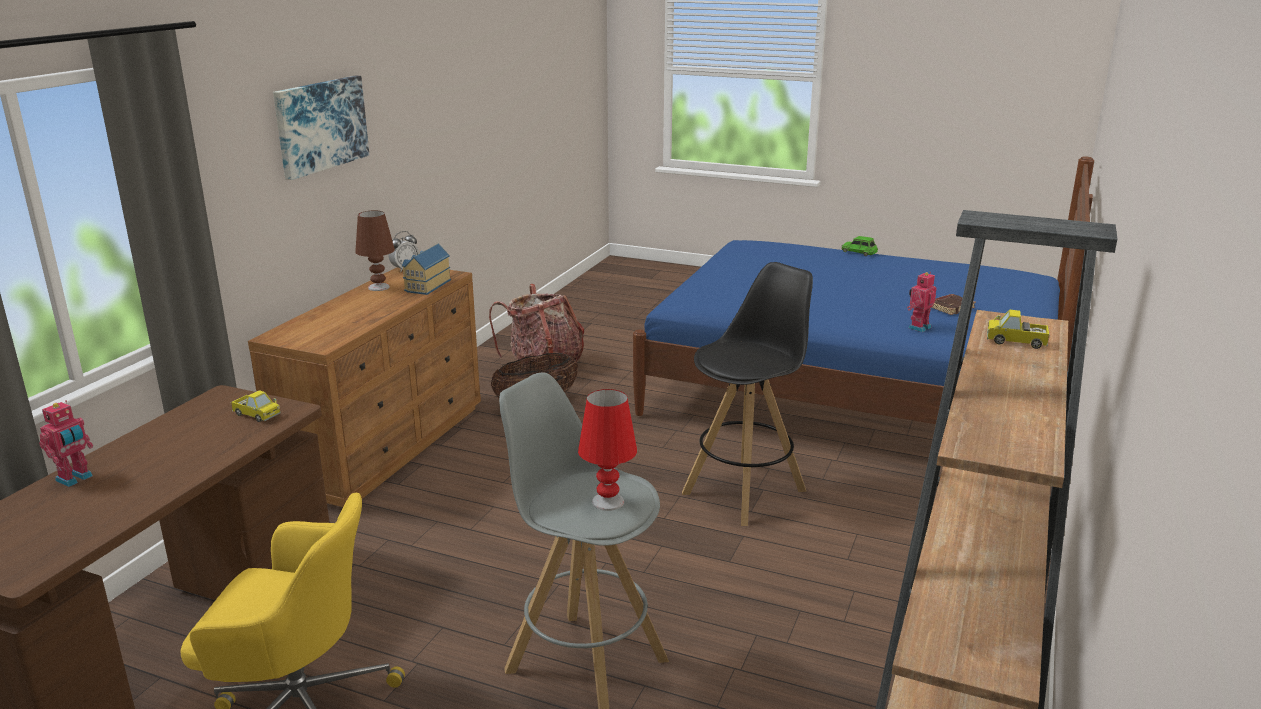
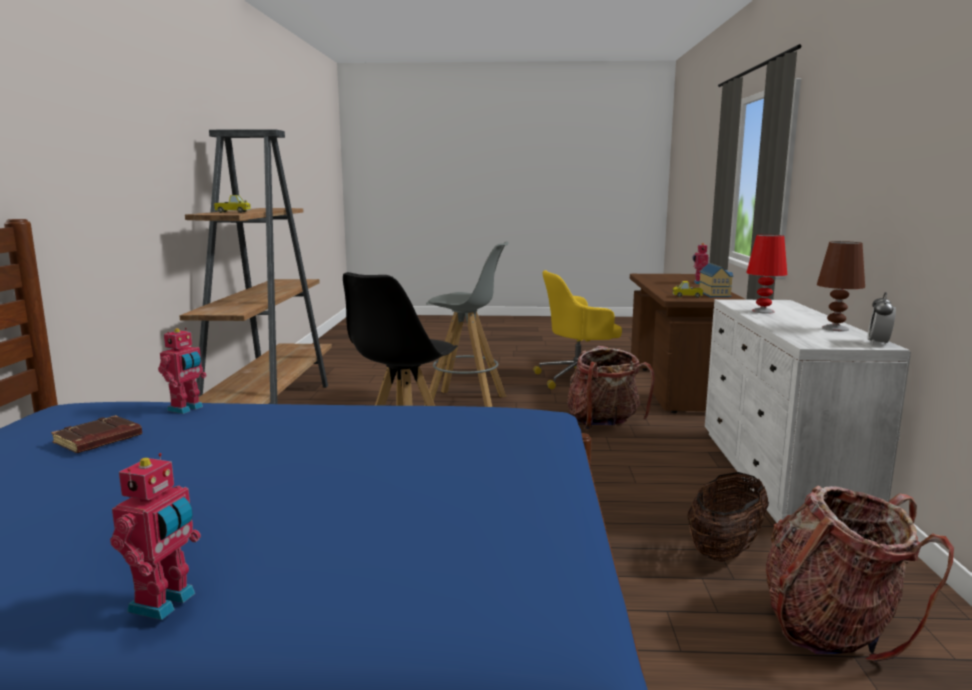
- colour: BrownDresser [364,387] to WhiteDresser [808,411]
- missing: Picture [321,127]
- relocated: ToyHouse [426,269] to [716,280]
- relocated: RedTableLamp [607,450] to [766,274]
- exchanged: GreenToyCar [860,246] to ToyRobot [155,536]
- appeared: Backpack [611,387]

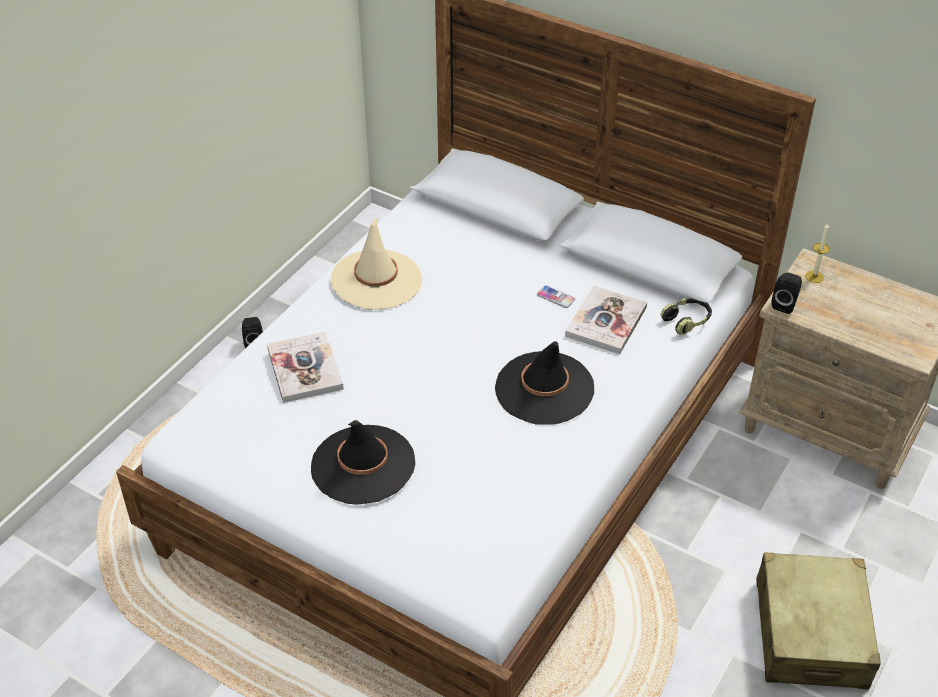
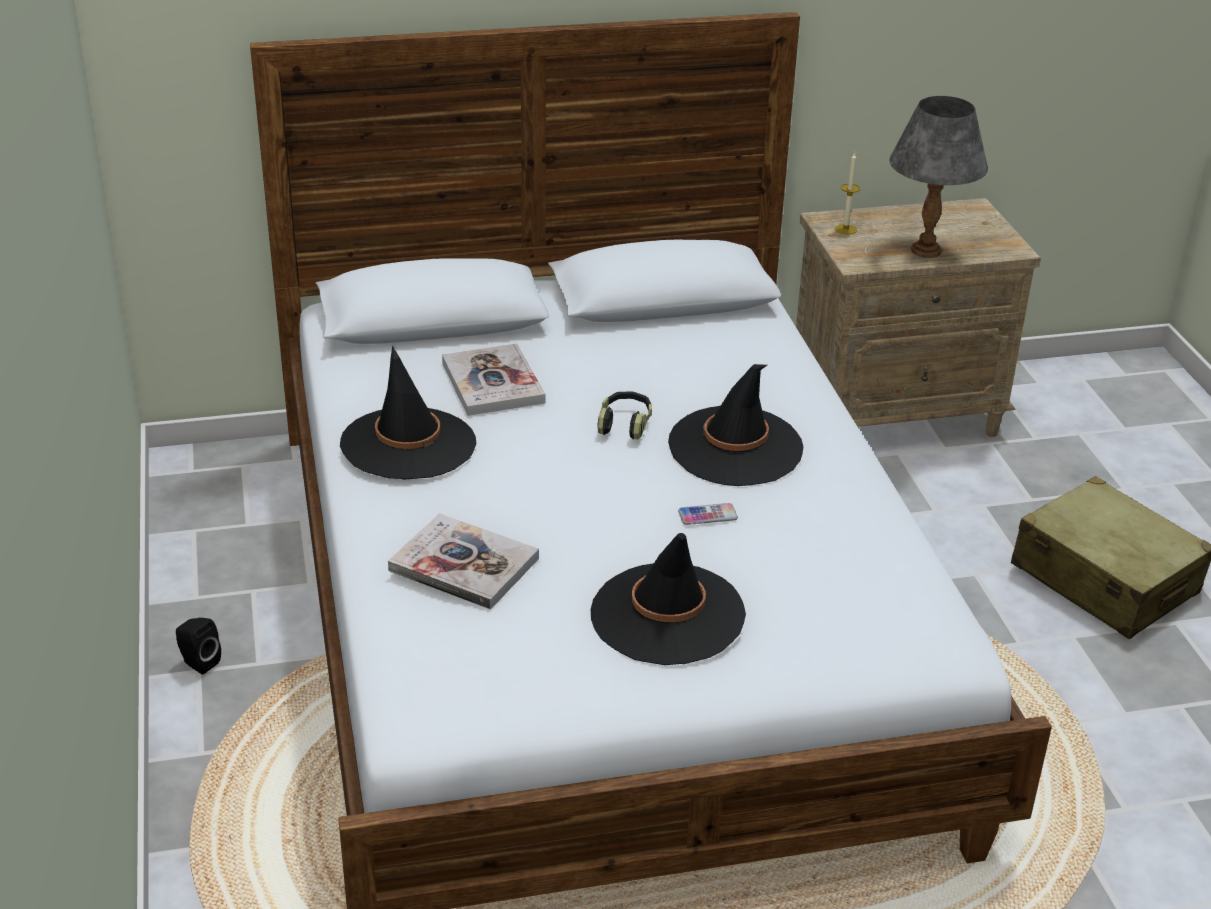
- colour: BeigeHat [376,263] to BlackHat [408,412]
- relocated: Phone [556,296] to [708,514]
- relocated: Book [606,320] to [493,379]
- relocated: Headphones [686,316] to [624,415]
- missing: BlackSpeaker [787,293]
- appeared: GreyTableLamp [938,177]

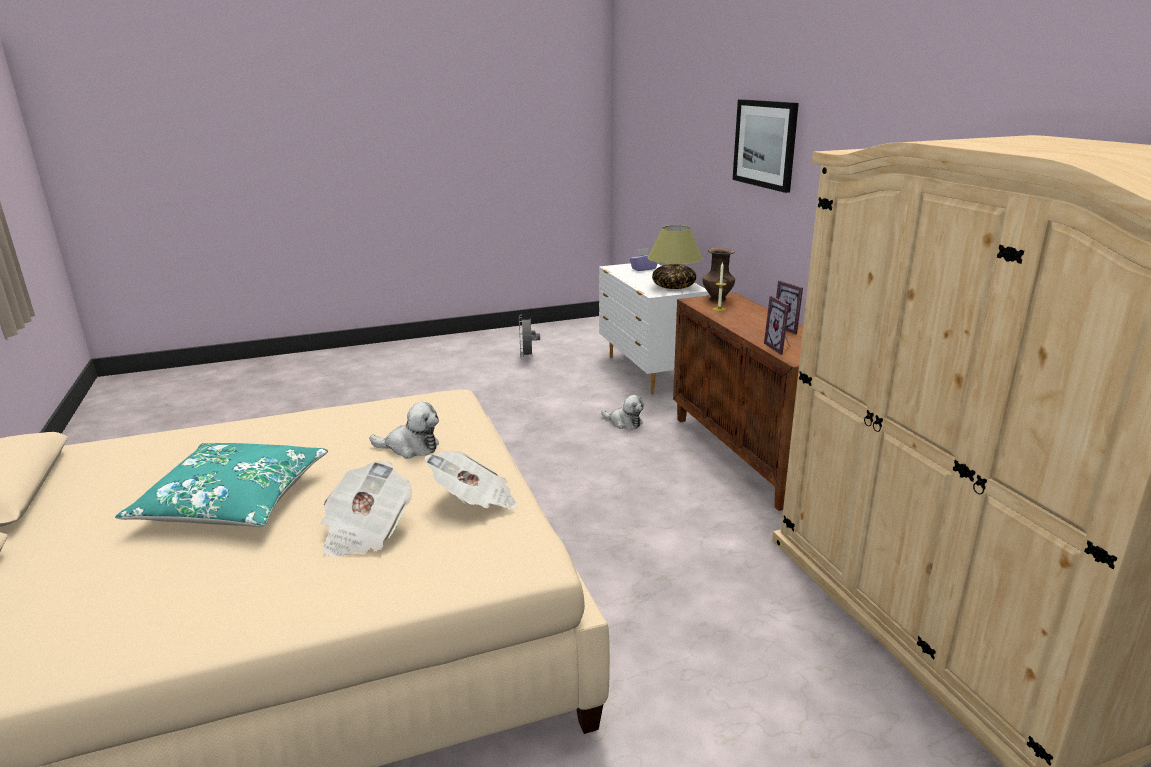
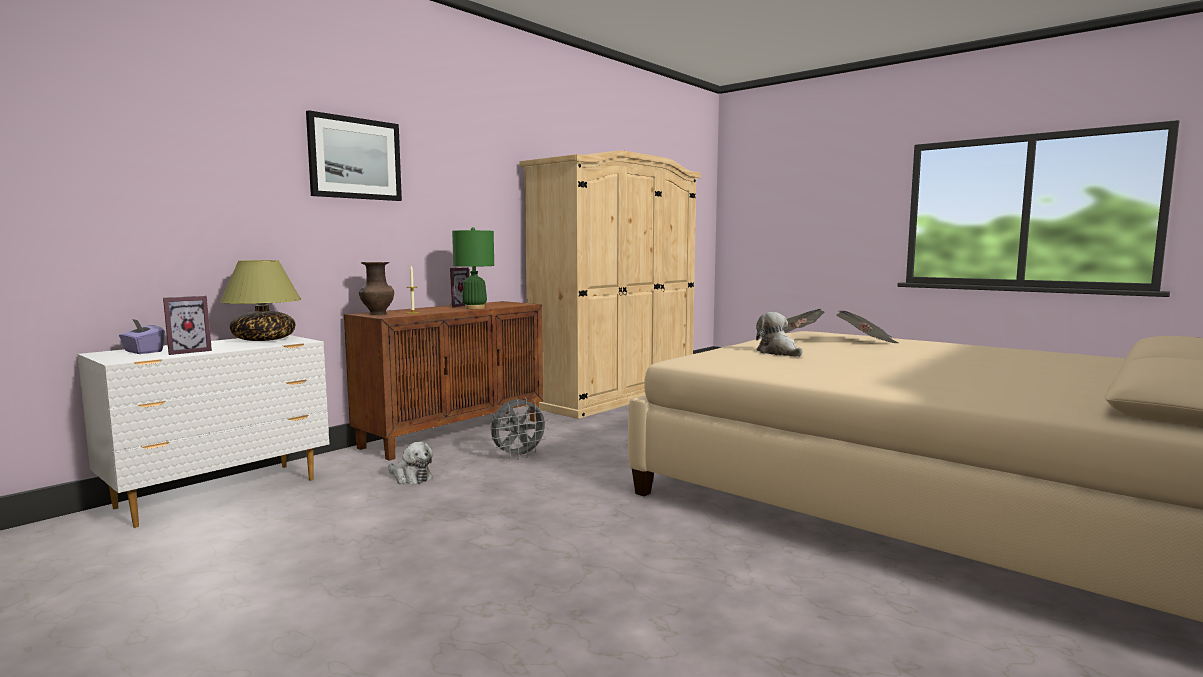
- missing: TurquoisePillow [221,485]
- relocated: GreyFan [529,337] to [520,428]
- spun: PlushToy [622,412] = [410,463] 120 degrees clockwise
- relocated: PictureFrame [777,325] to [187,325]
- appeared: GreenTableLamp [473,268]

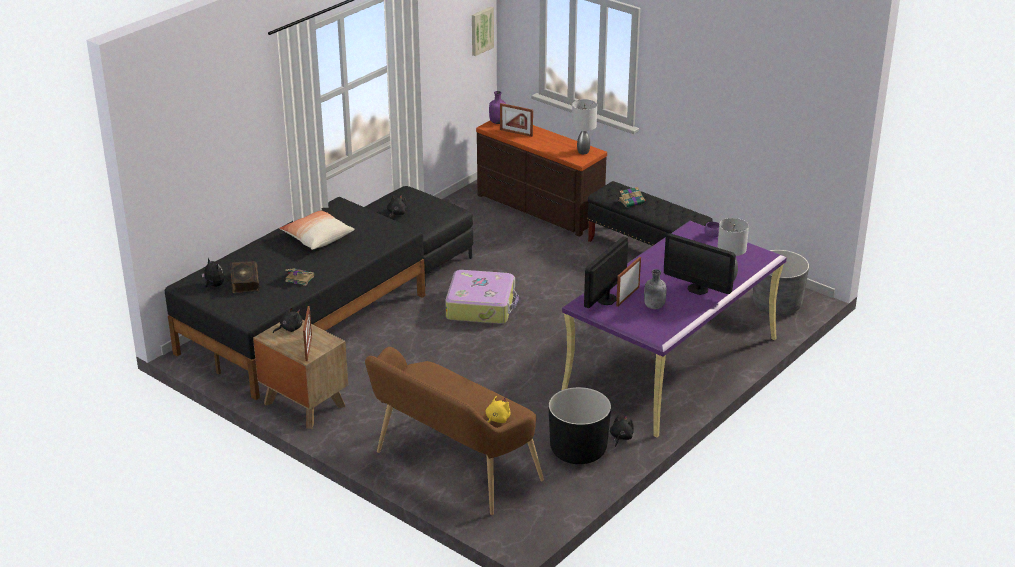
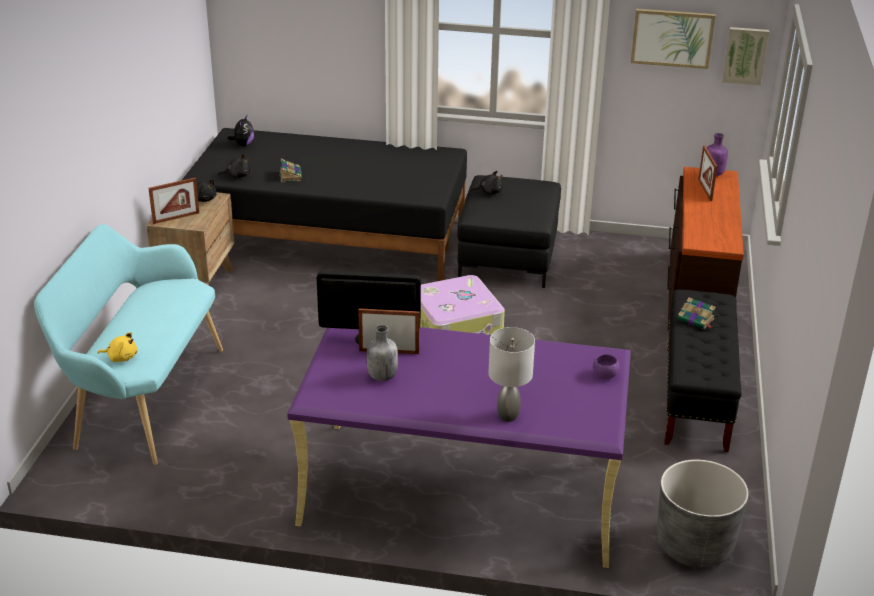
- missing: Book [245,277]
- missing: Pillow [316,230]
- colour: BrownBench [454,431] to TurquoiseBench [128,344]
- missing: BlackPlanter [580,425]
- missing: GreyTableLamp [584,126]
- relocated: BlackPlushToy [622,431] to [234,166]
- missing: Monitor [700,264]
- appeared: Picture [673,39]

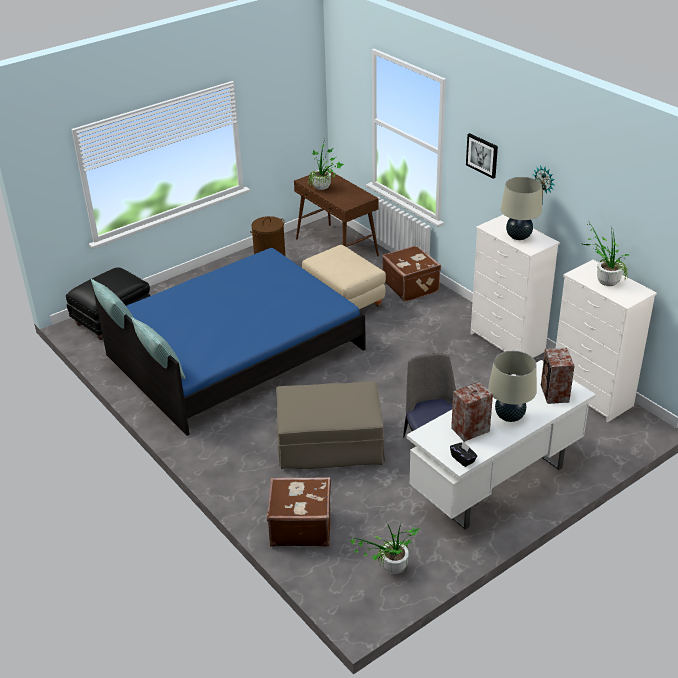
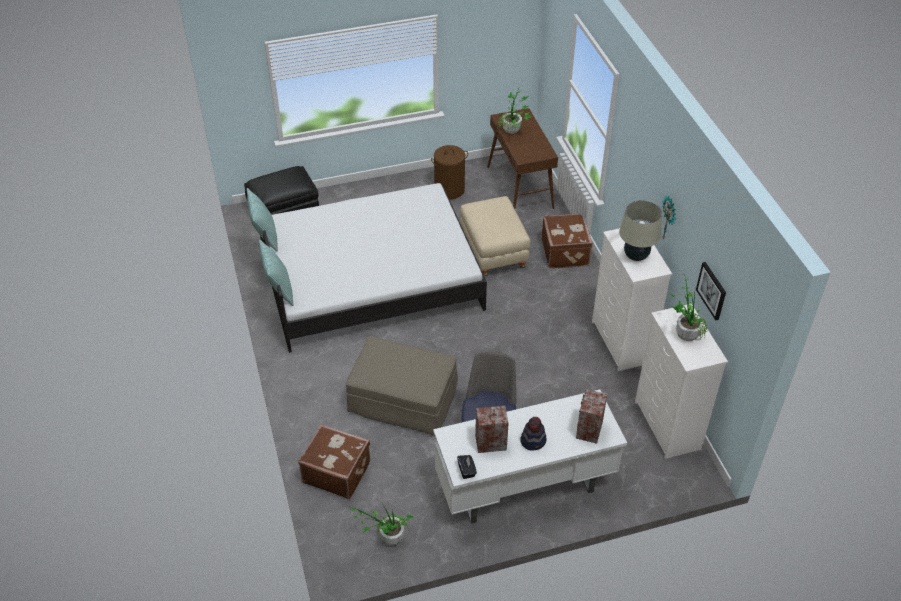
- colour: BlueBed [229,342] to WhiteBed [370,268]
- relocated: Picture [482,156] to [711,291]
- exchanged: BeigeTableLamp [512,386] to Hat [533,433]

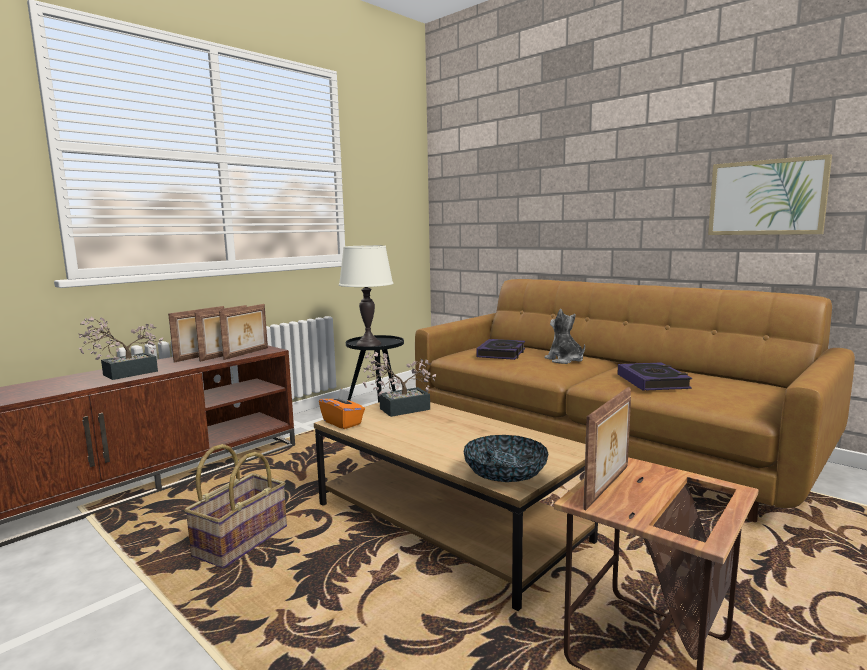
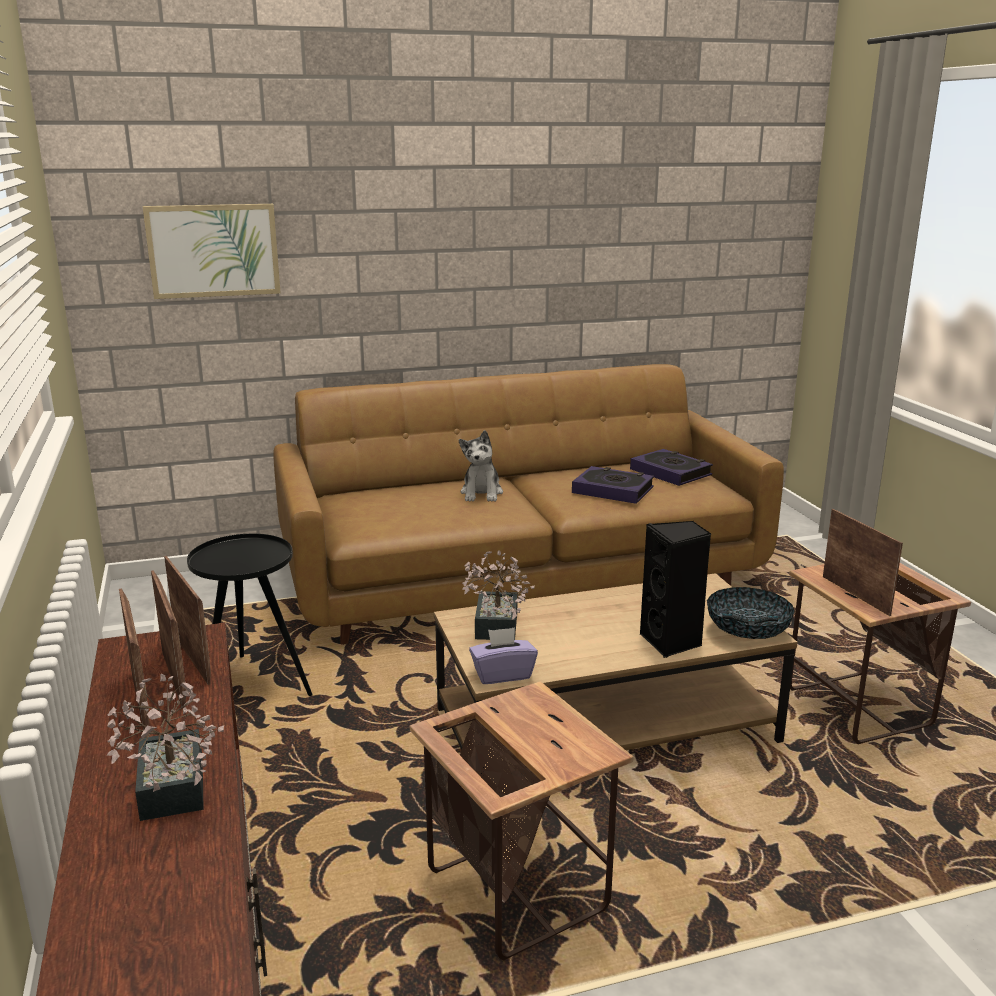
- exchanged: Basket [235,506] to SideTable [522,820]
- colour: OrangeTissueBox [342,408] to PurpleTissueBox [503,655]
- missing: WhiteTableLamp [366,296]
- relocated: Book [500,349] to [671,467]
- spun: PlushToy [565,336] = [481,465] 90 degrees counterclockwise
- relocated: Picture [770,194] to [212,251]
- appeared: BlackSpeaker [675,589]

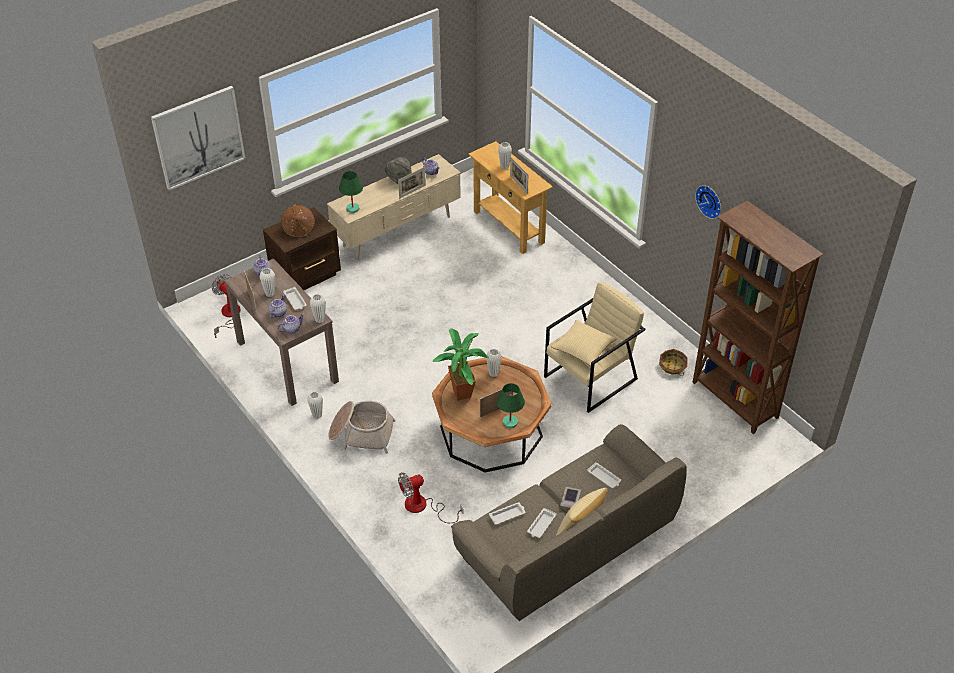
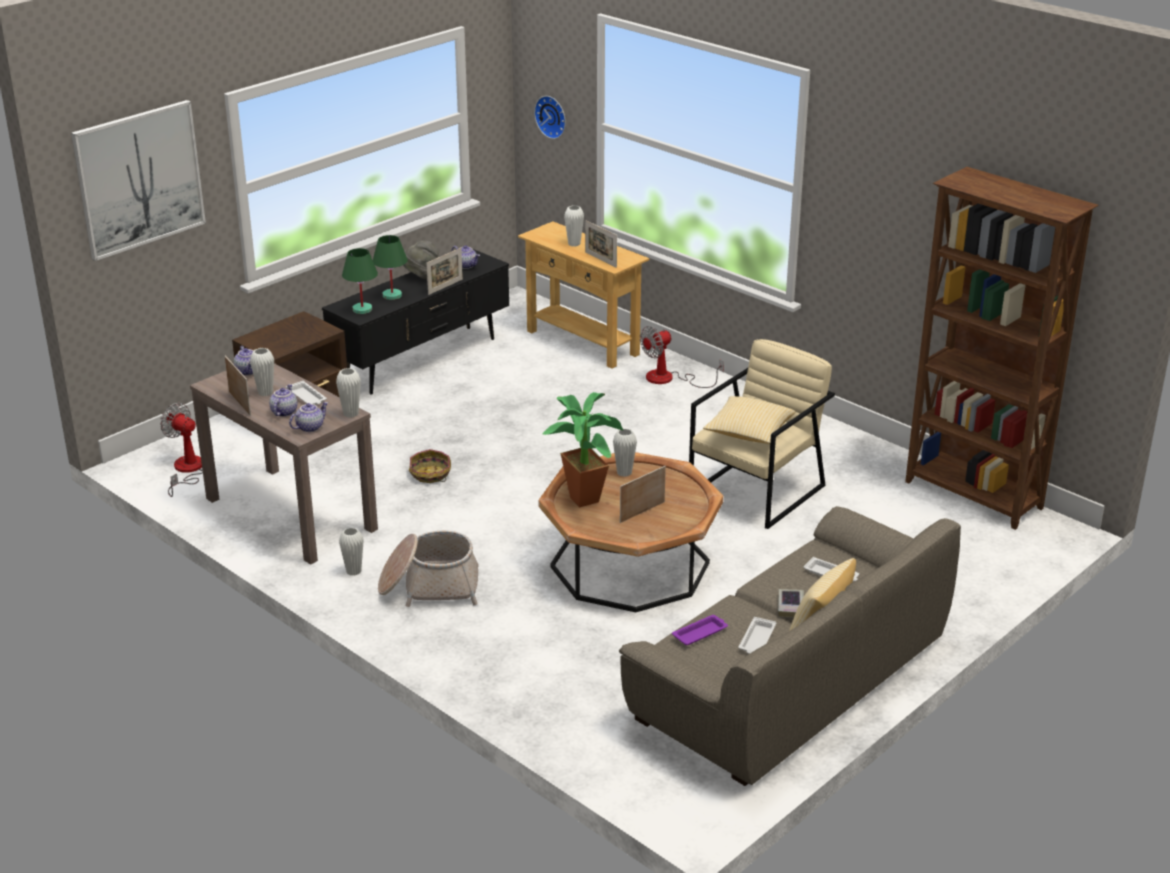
- missing: BrownHat [298,221]
- colour: BeigeTvStand [394,207] to BlackTvStand [415,321]
- relocated: Fan [430,497] to [682,357]
- colour: WhiteTray [507,513] to PurpleTray [700,630]
- relocated: GreenTableLamp [511,405] to [390,267]
- relocated: Basket [673,362] to [430,466]
- relocated: WallClock [708,202] to [550,117]

